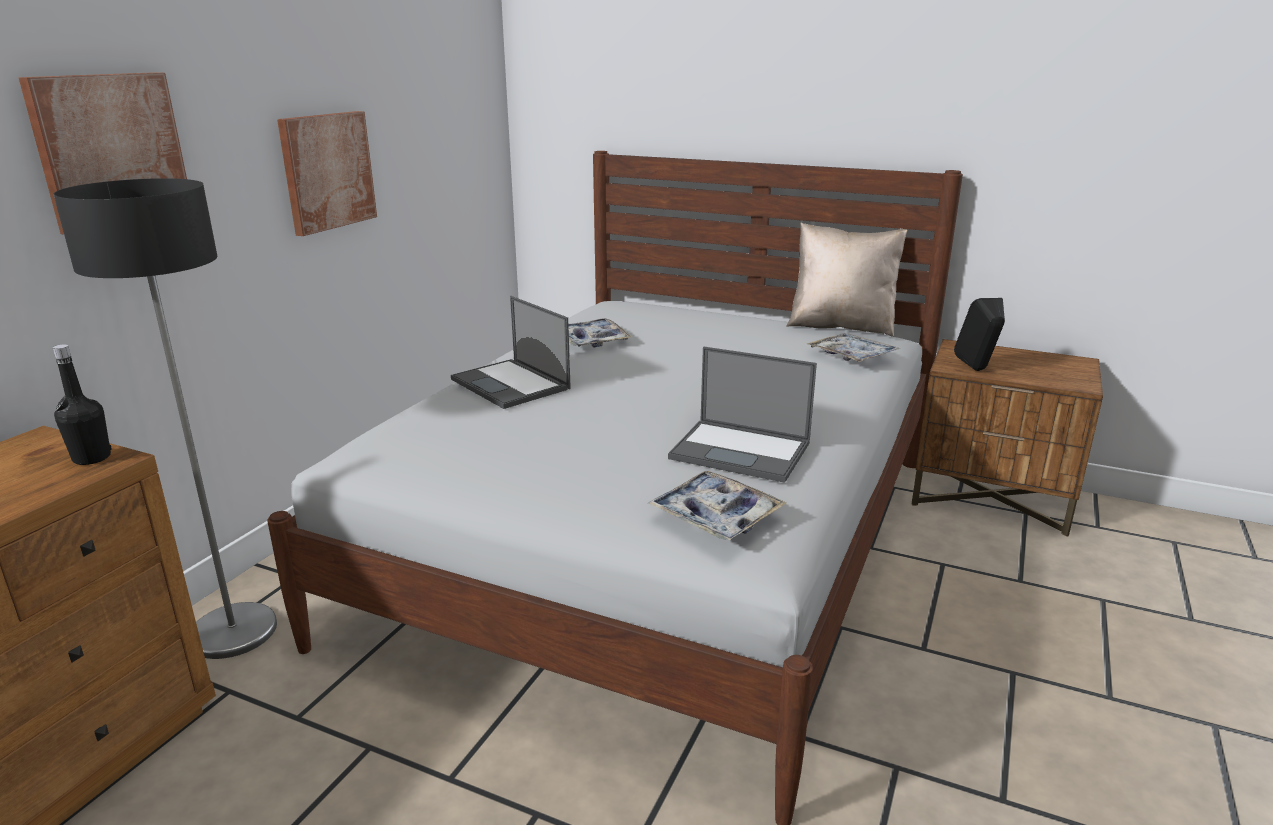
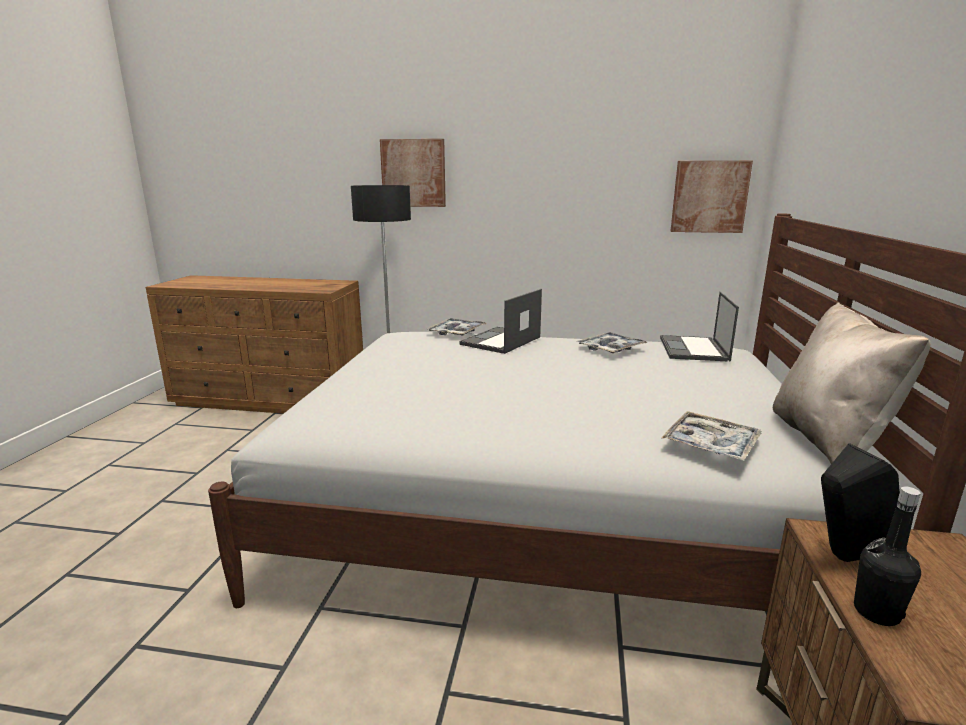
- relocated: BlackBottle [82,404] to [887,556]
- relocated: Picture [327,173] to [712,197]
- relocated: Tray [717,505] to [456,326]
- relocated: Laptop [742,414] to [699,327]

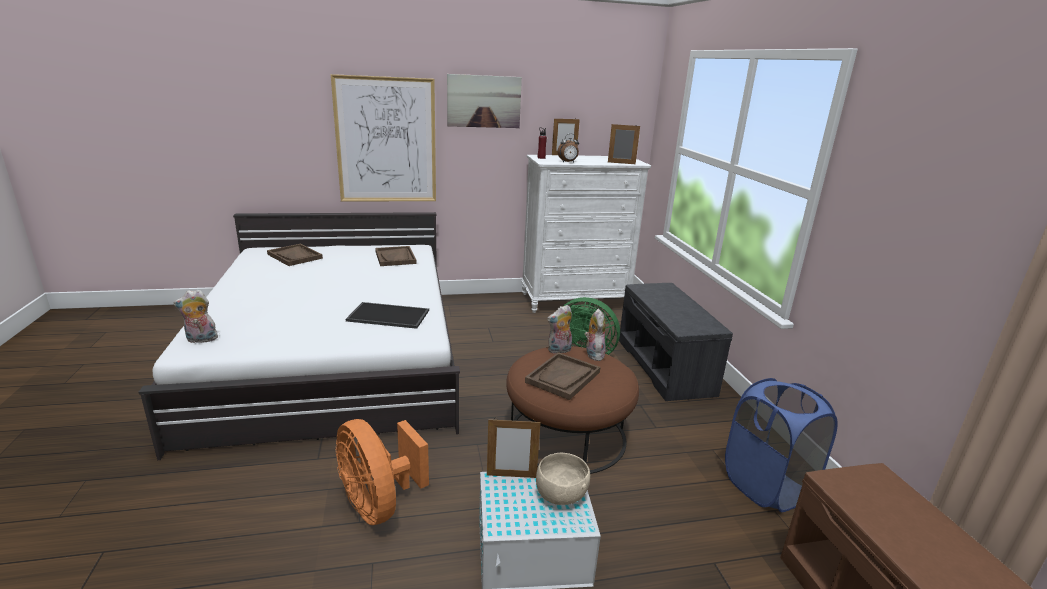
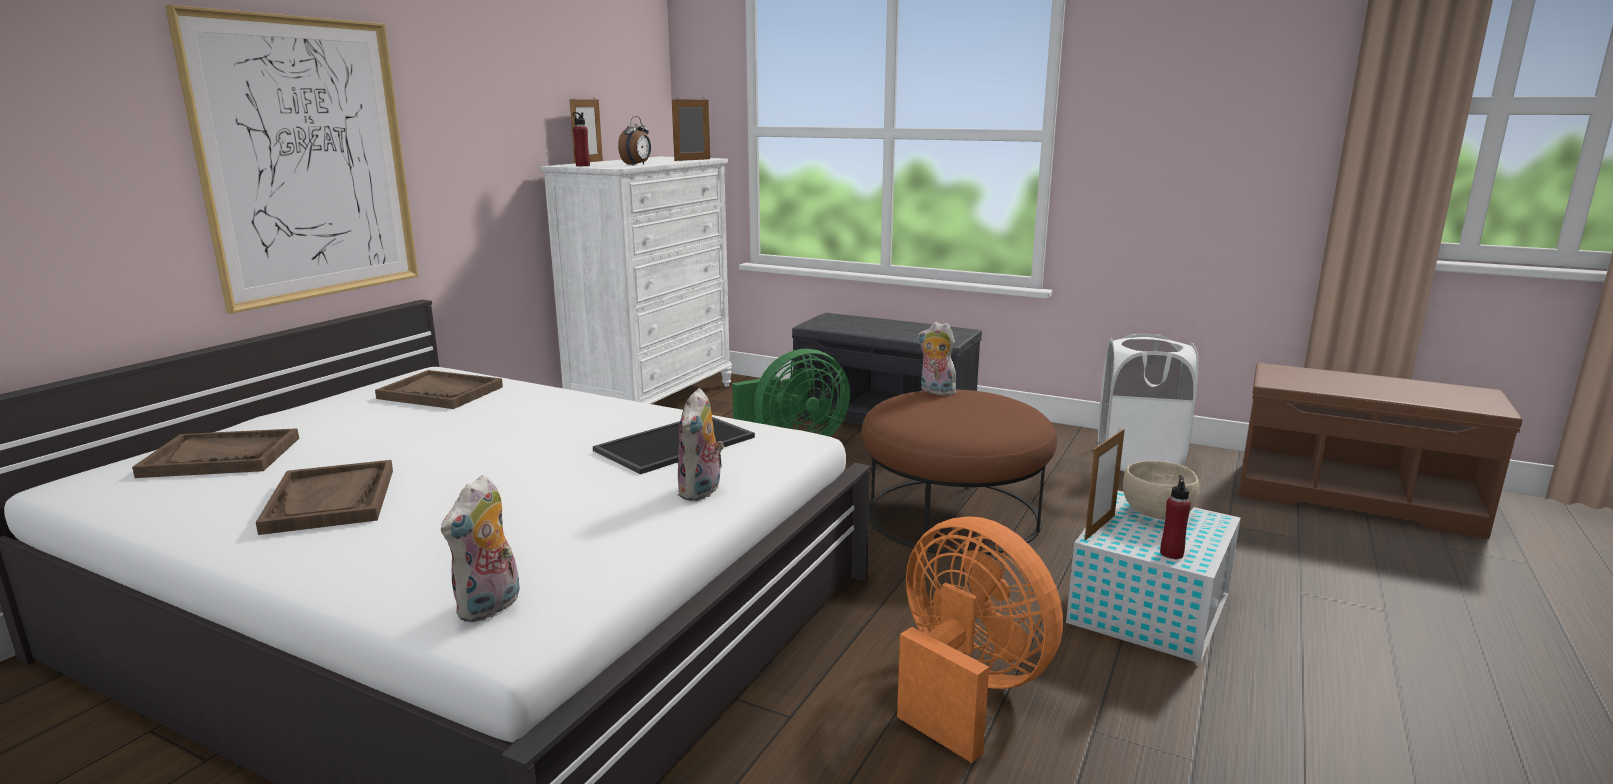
- spun: OrangeFan [382,472] = [980,639] 135 degrees counterclockwise
- missing: Picture [484,101]
- relocated: BrownTray [562,376] to [324,497]
- relocated: PlushToy [559,329] to [700,444]
- colour: BlueLaundryBasket [781,445] to WhiteLaundryBasket [1147,403]
- appeared: RedBottle [1175,517]

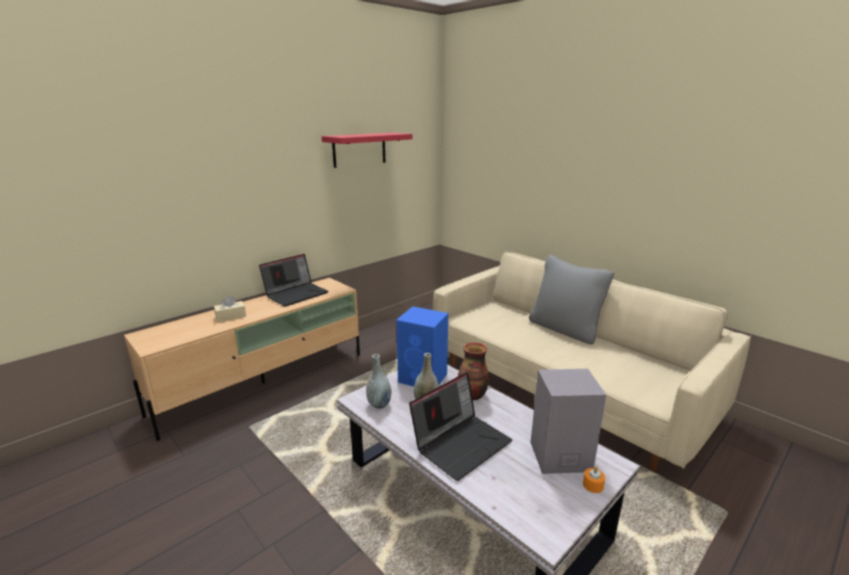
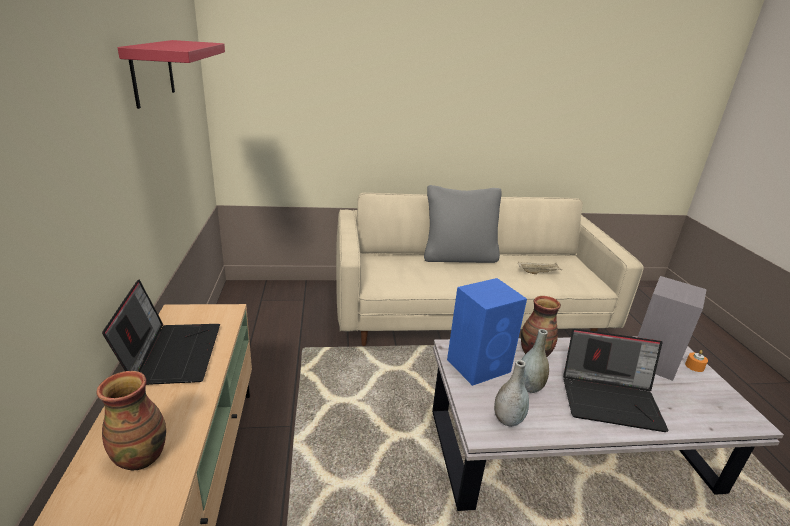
- exchanged: BeigeTissueBox [230,309] to Vase [131,421]
- spun: Laptop [460,426] = [615,380] 105 degrees clockwise
- appeared: BeigeTray [540,268]

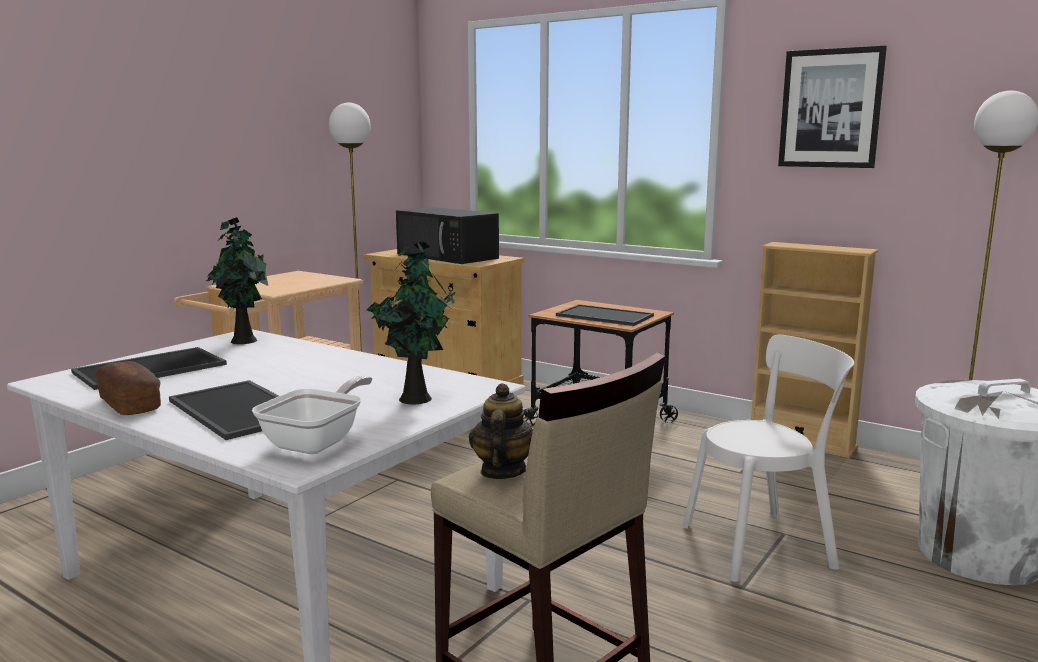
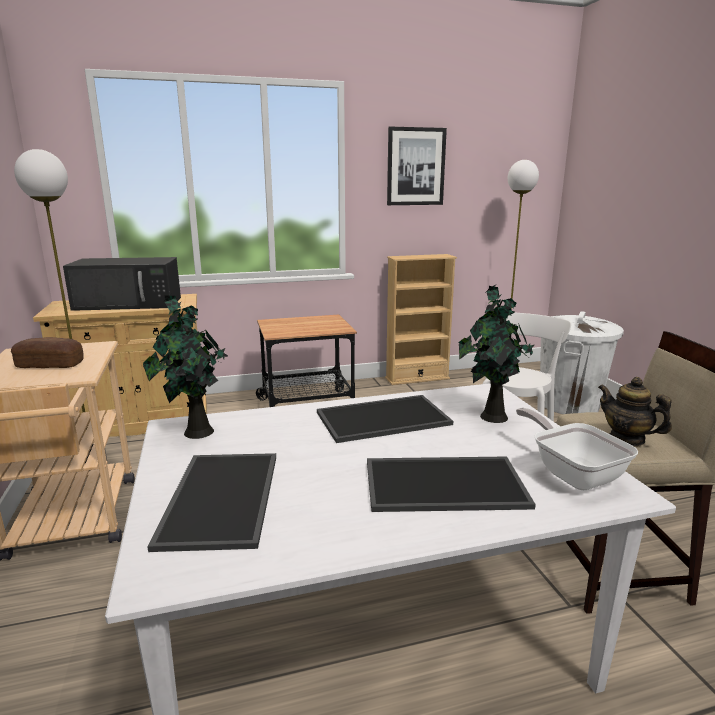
- relocated: Bread [128,388] to [47,352]
- relocated: Tray [605,315] to [385,419]

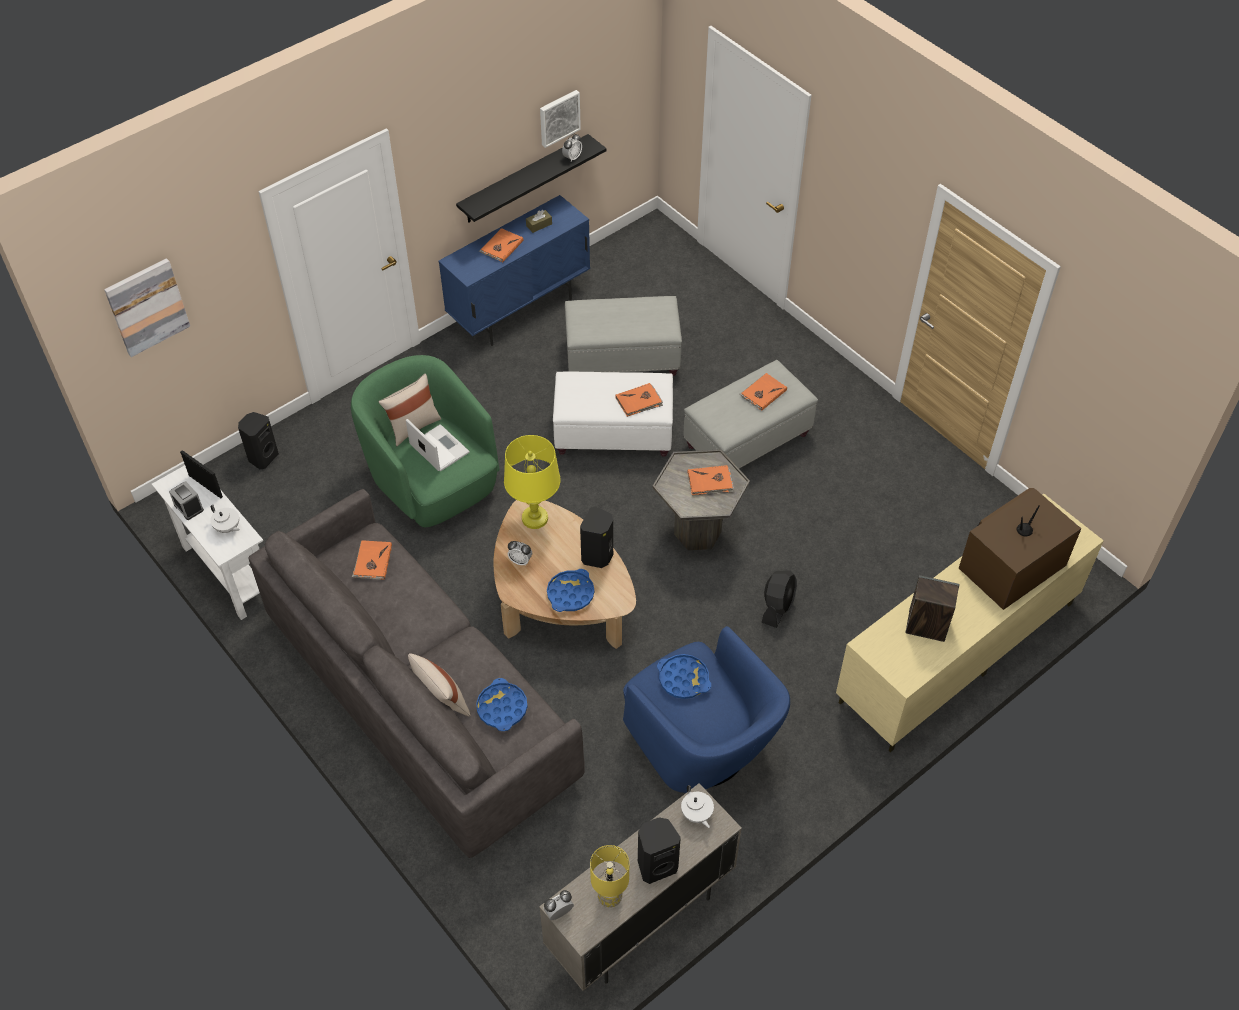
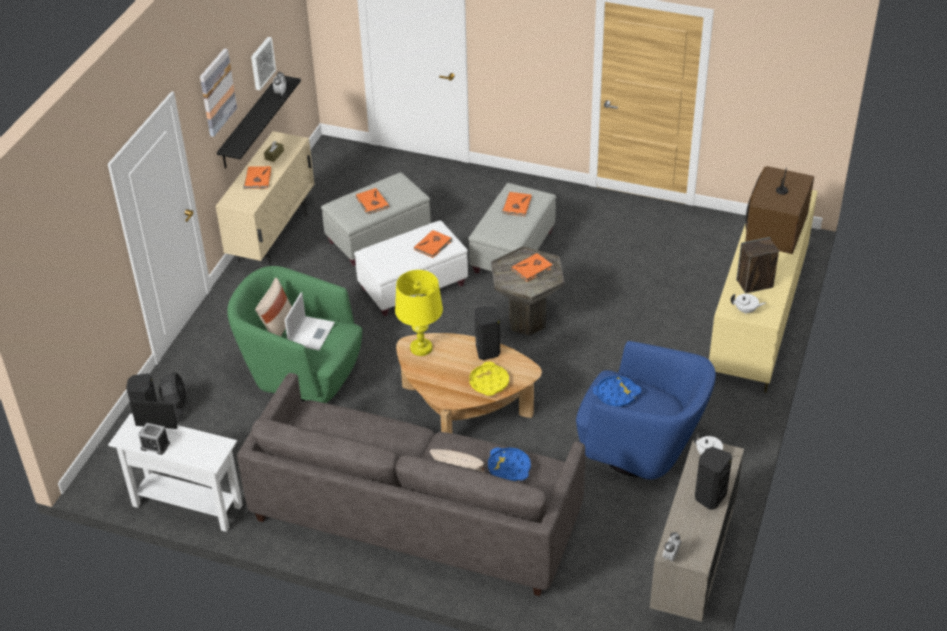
- relocated: Picture [147,307] to [218,92]
- relocated: WhiteTeapot [225,519] to [748,304]
- relocated: OrangeBook [372,560] to [372,201]
- spun: Laptop [438,445] = [310,321] 90 degrees clockwise
- colour: BlueCabinet [514,270] to BeigeCabinet [264,198]
- missing: AlarmClock [520,553]
- colour: BlueTray [570,590] to YellowTray [489,379]
- missing: YellowTableLamp [609,876]
- relocated: BlackFan [779,599] to [173,397]

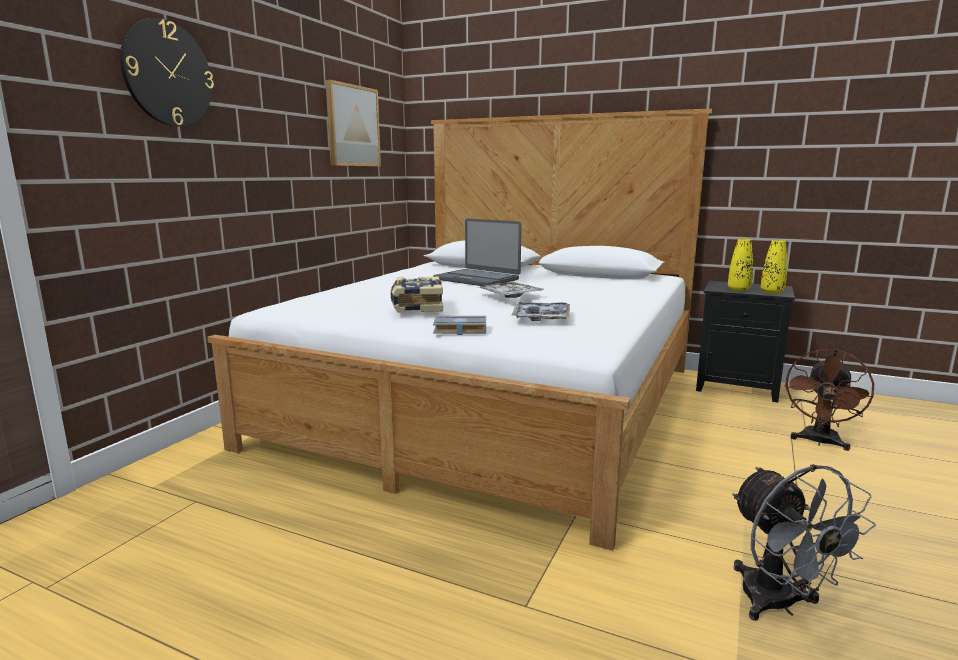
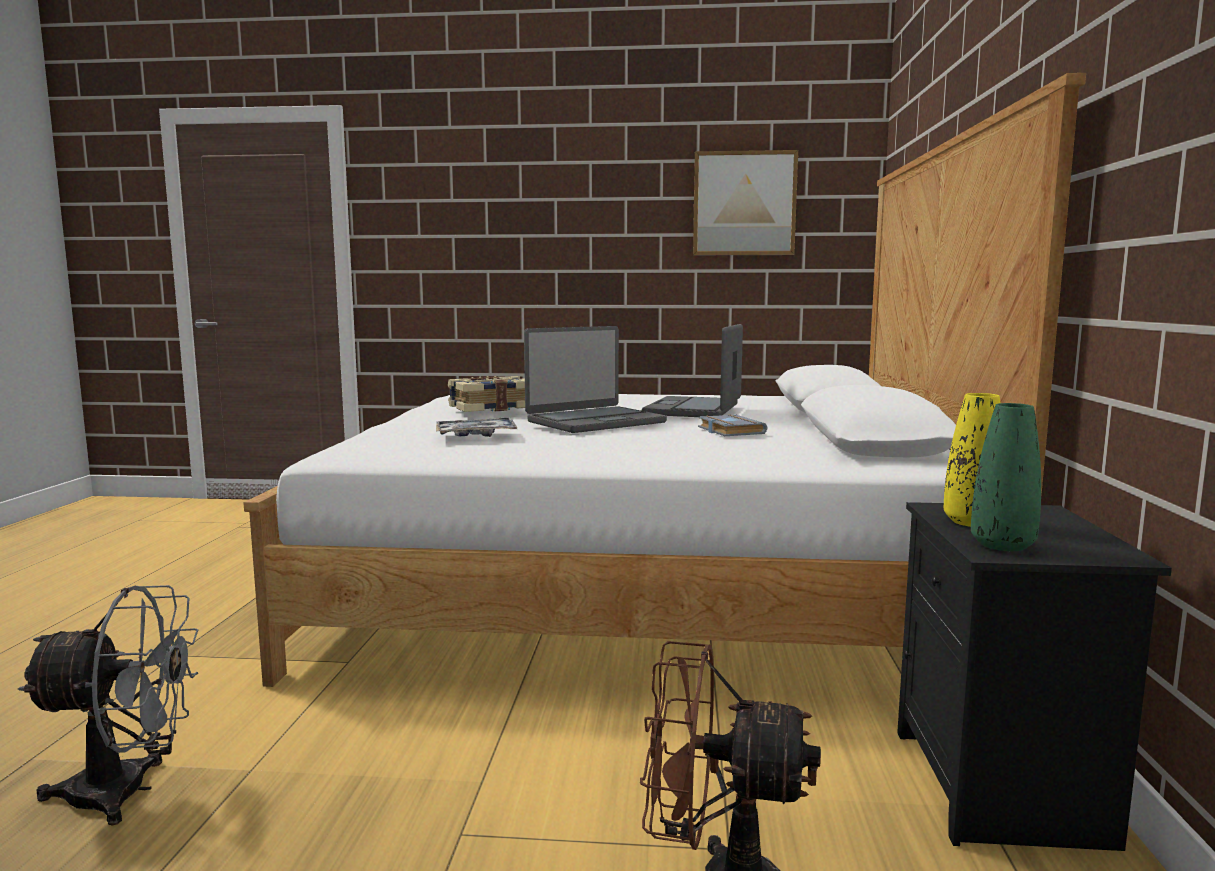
- missing: WallClock [167,72]
- relocated: GreyBook [459,325] to [732,425]
- exchanged: Tray [511,290] to Laptop [595,379]
- spun: GreyFan [804,542] = [108,705] 150 degrees counterclockwise
- colour: YellowVase [774,267] to GreenVase [1006,477]

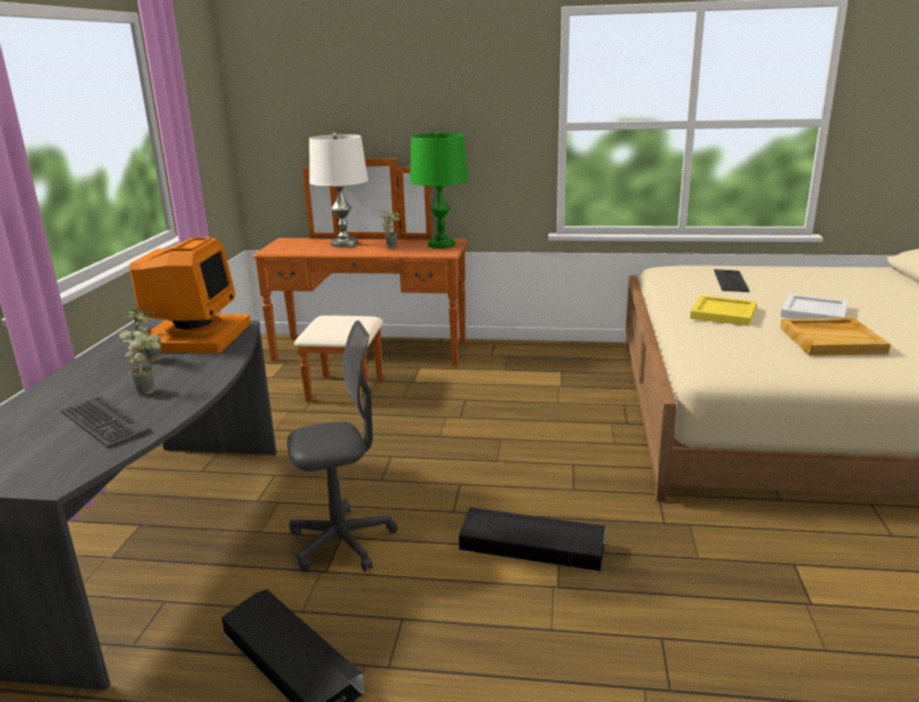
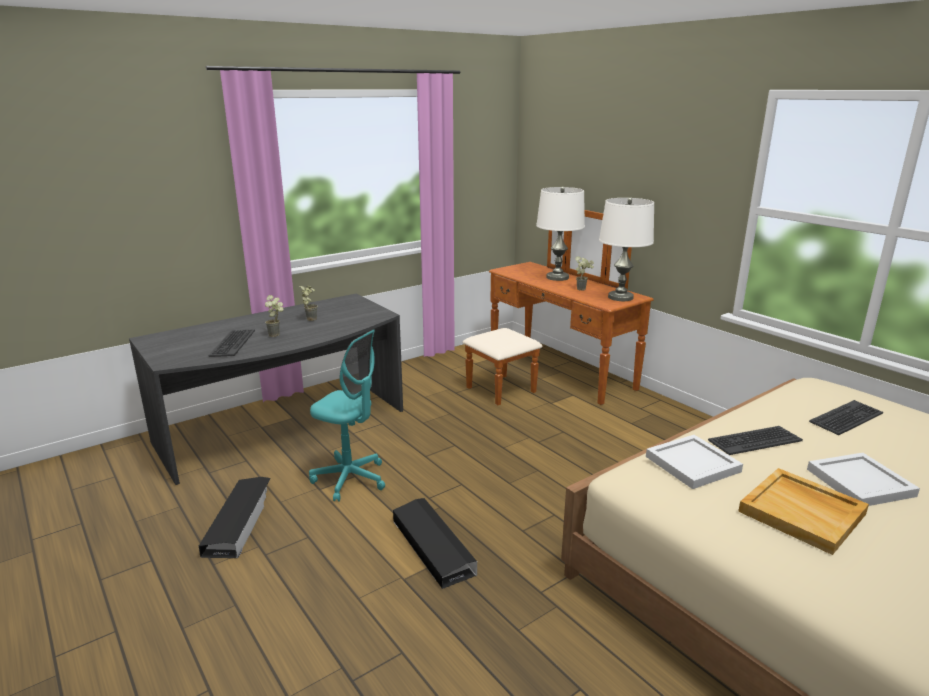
- missing: Monitor [190,295]
- colour: GreyOfficeChair [342,446] to TurquoiseOfficeChair [347,416]
- colour: GreenTableLamp [439,189] to WhiteTableLamp [626,249]
- exchanged: YellowTray [723,310] to Keyboard [755,440]
- appeared: WhiteTray [694,462]

